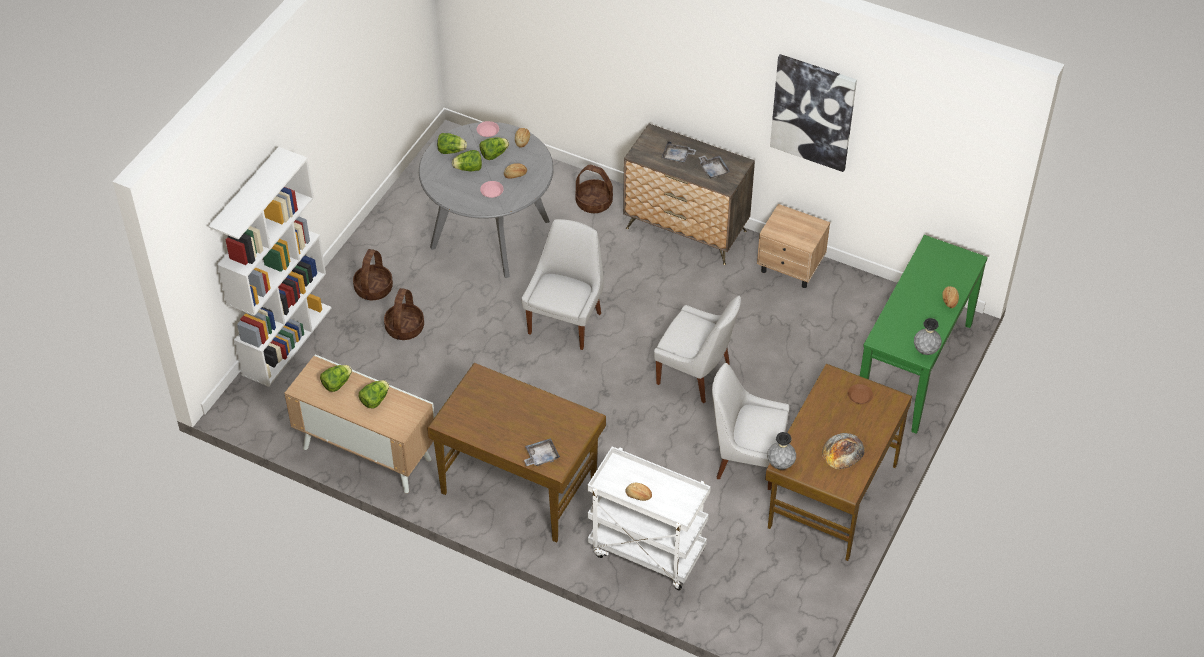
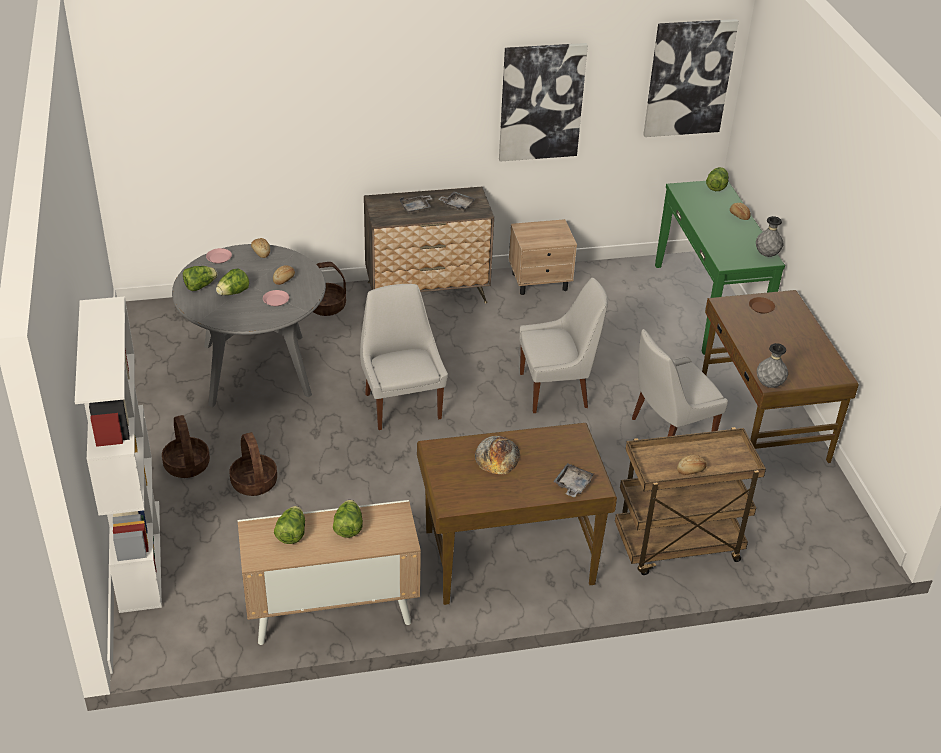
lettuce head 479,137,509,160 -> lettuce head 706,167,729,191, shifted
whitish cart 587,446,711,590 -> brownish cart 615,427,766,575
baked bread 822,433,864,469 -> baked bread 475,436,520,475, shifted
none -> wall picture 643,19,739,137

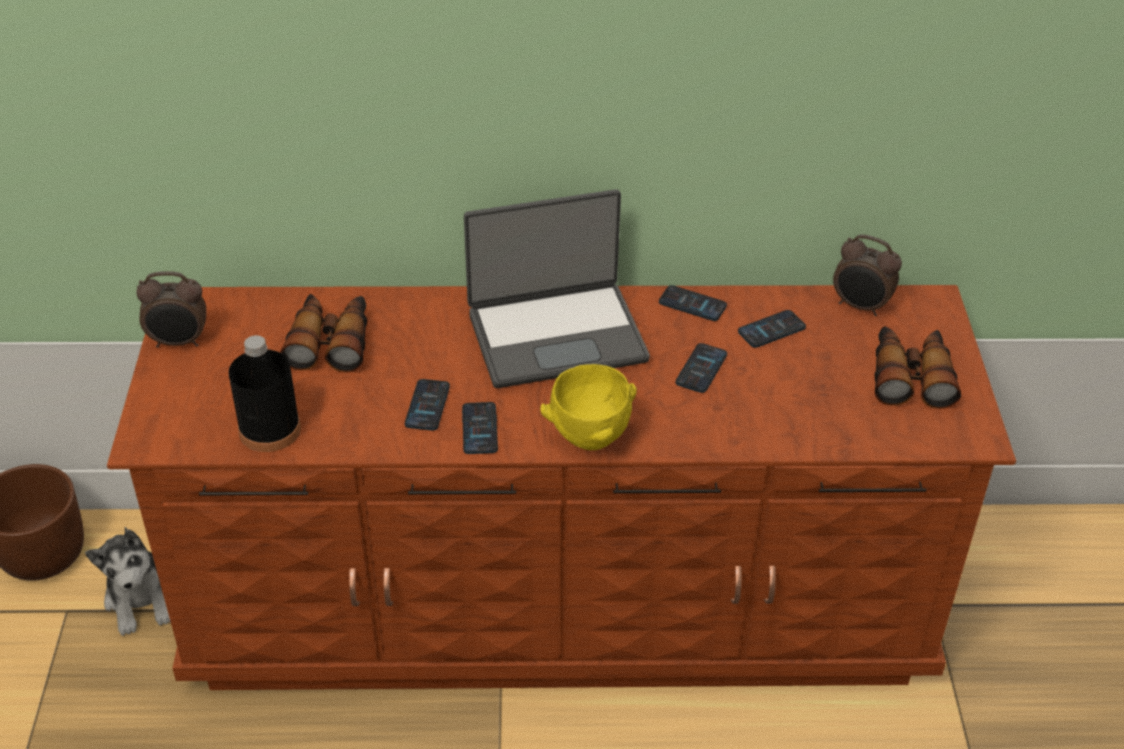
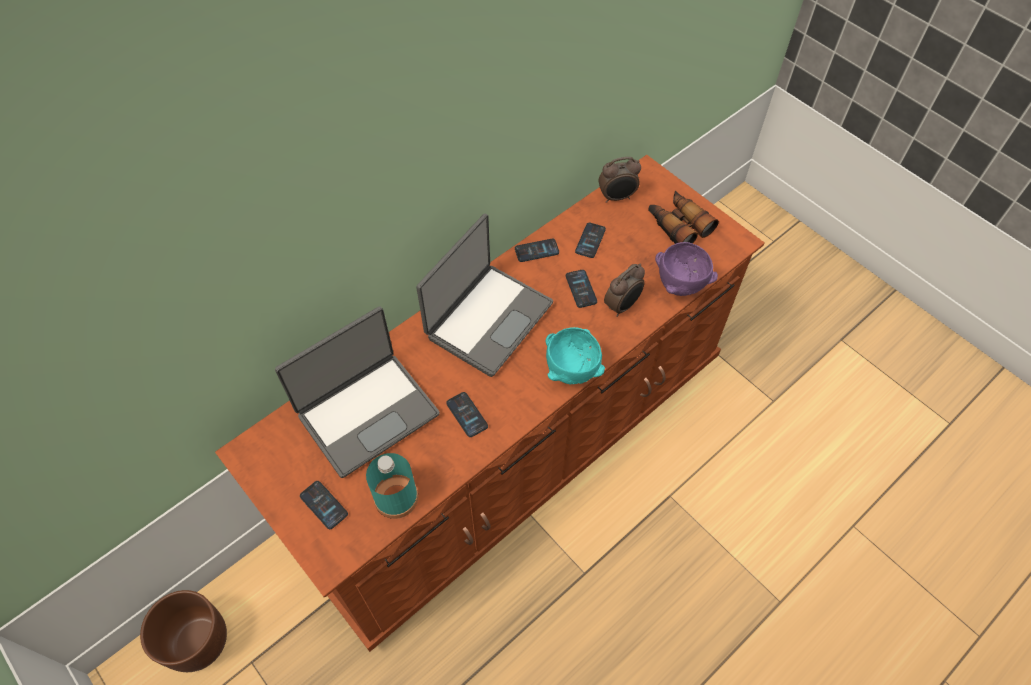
soft toy 85,527,171,636 -> none
alarm clock 136,271,206,348 -> alarm clock 604,264,645,317, shifted
black-coloured drink bottle 228,335,301,452 -> blue-green drink bottle 366,453,418,519
binoculars 280,294,367,372 -> portable computer 275,306,440,478
handset 462,402,498,454 -> handset 300,481,348,529, shifted
yellowish deep dish 540,364,637,450 -> blue-green deep dish 546,327,605,384
none -> purple-coloured deep dish 655,242,718,296

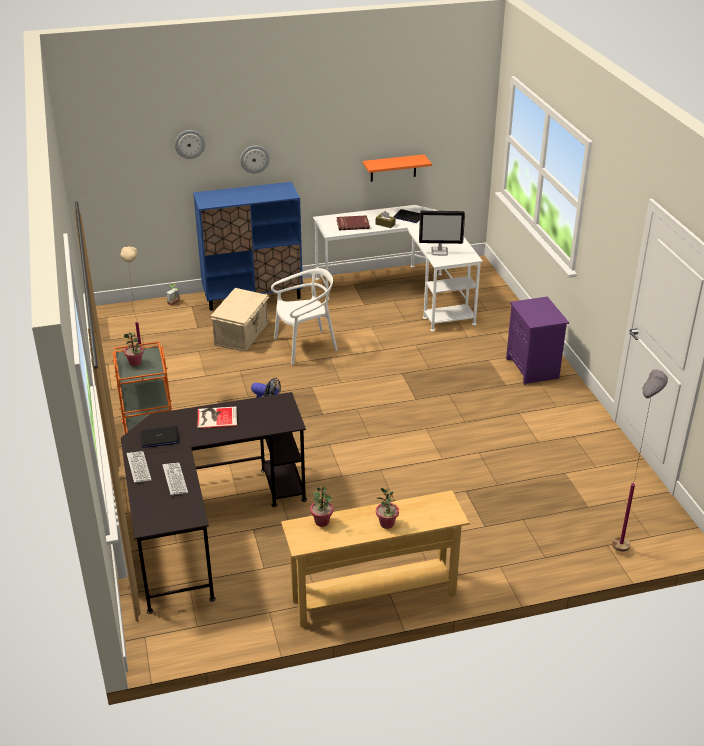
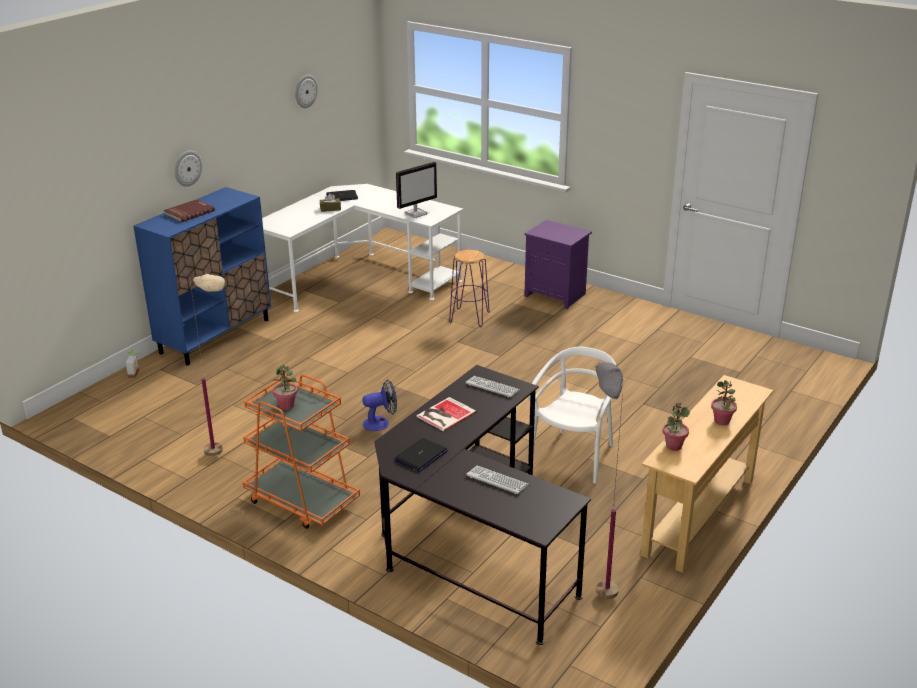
PC keyboard 127,451,151,483 -> PC keyboard 466,376,520,397, shifted
clock on the wall 175,130,205,159 -> clock on the wall 295,75,318,108, shifted
sand-coloured storage container 210,288,269,352 -> none
whitish upright chair 271,268,338,365 -> whitish upright chair 528,347,616,484, shifted
red volume 336,215,370,230 -> red volume 164,199,215,222, shifted
orange-coloured bracket shelf 363,154,432,182 -> none
gray floor lamp 612,369,668,552 -> gray floor lamp 596,362,623,599, shifted
none -> purple-coloured stool 449,249,490,327

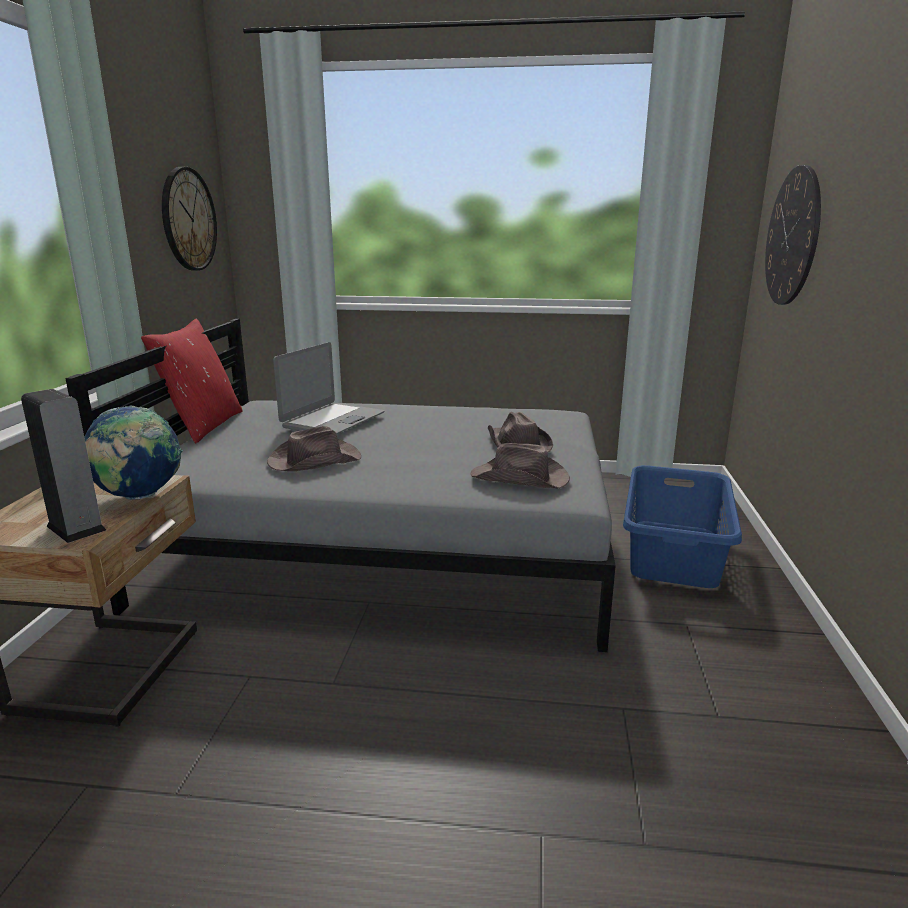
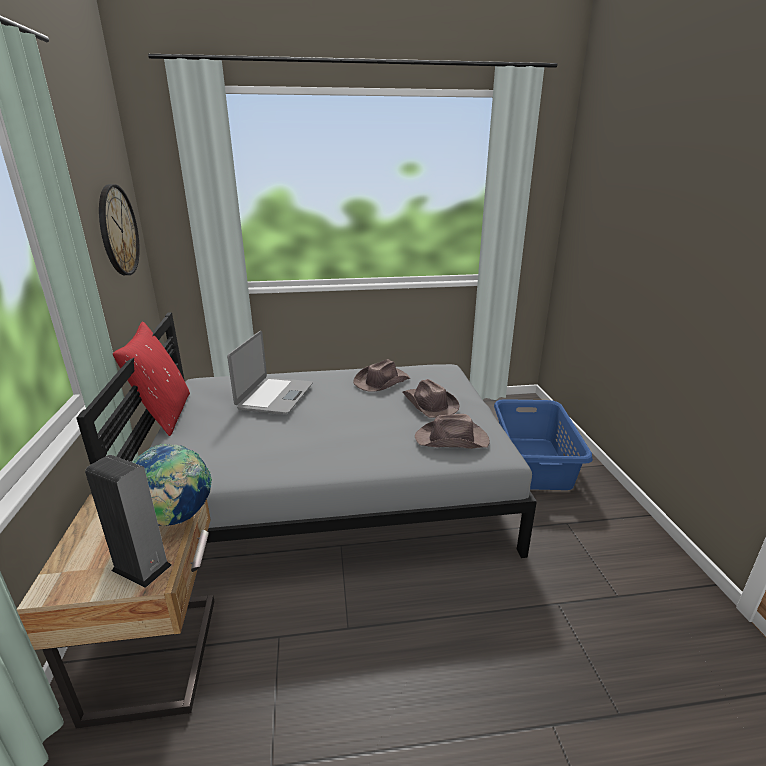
brownish wearable hat 267,426,361,471 -> brownish wearable hat 353,359,410,392, shifted
clock on the wall 765,165,821,305 -> none

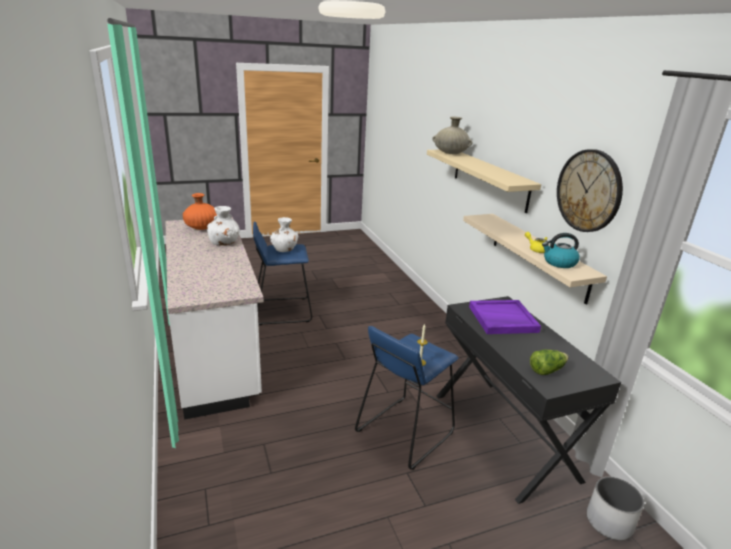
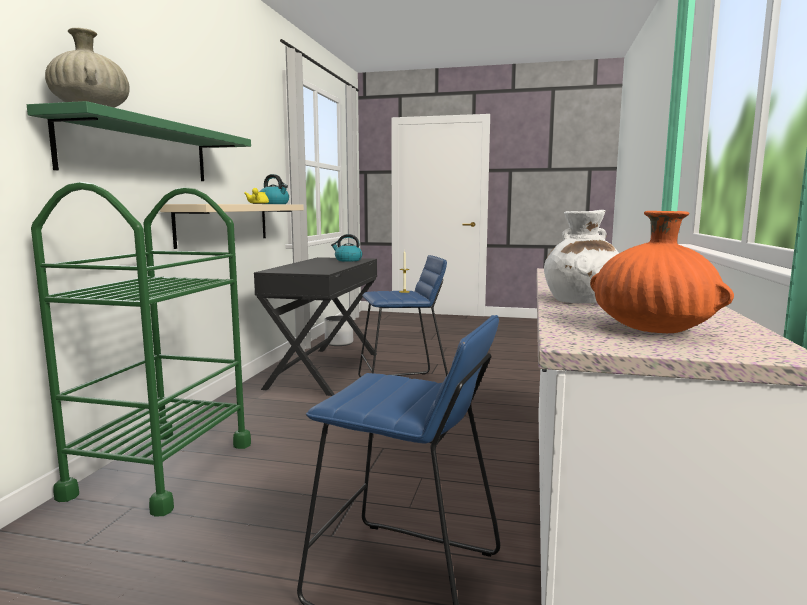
whitish vase 270,217,298,252 -> none
sand-coloured bracket shelf 427,150,541,213 -> green bracket shelf 27,101,251,181
purple-coloured tray 469,300,541,334 -> none
lettuce head 530,350,569,375 -> tea kettle 331,234,362,262
clock on the wall 557,149,623,232 -> none
none -> green cart 31,182,251,517

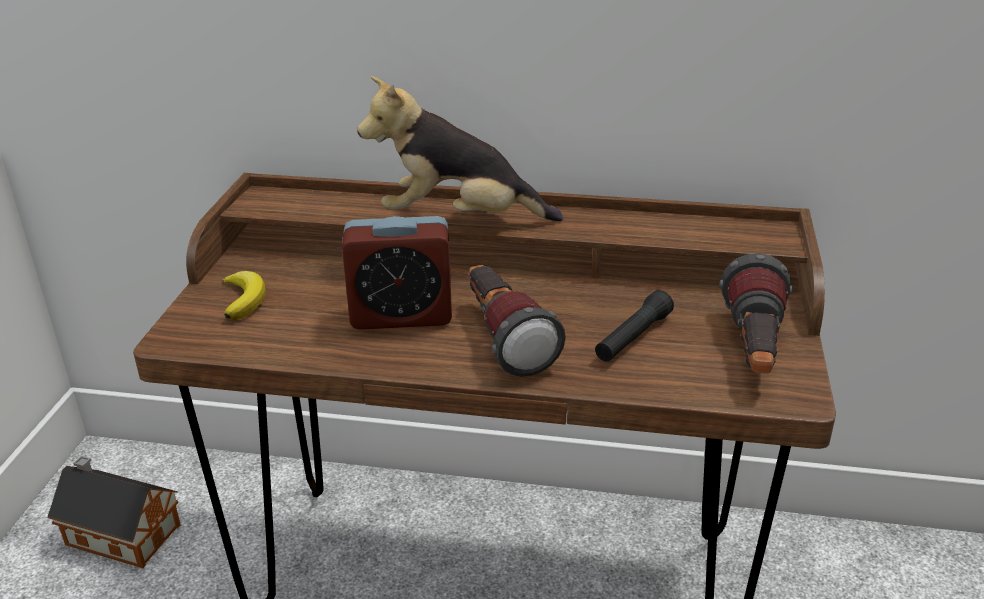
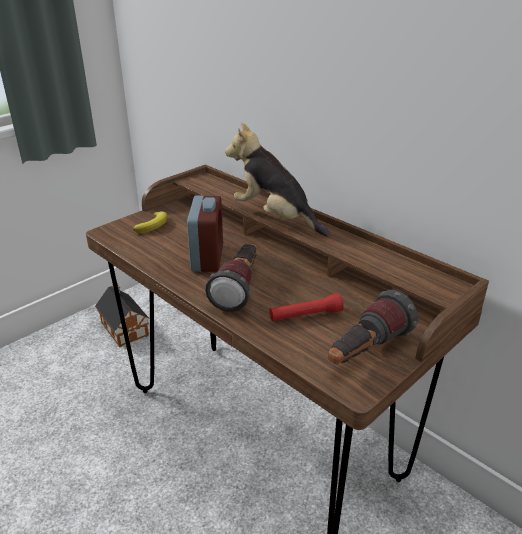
alarm clock 342,216,452,330 -> alarm clock 187,196,223,272, 120 degrees counterclockwise
black-coloured torch 595,290,674,362 -> red torch 269,294,344,321

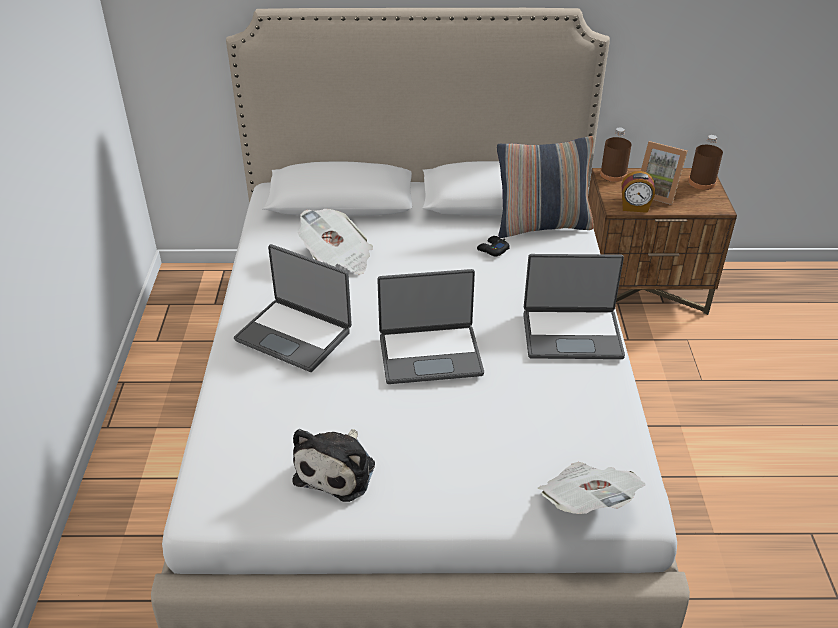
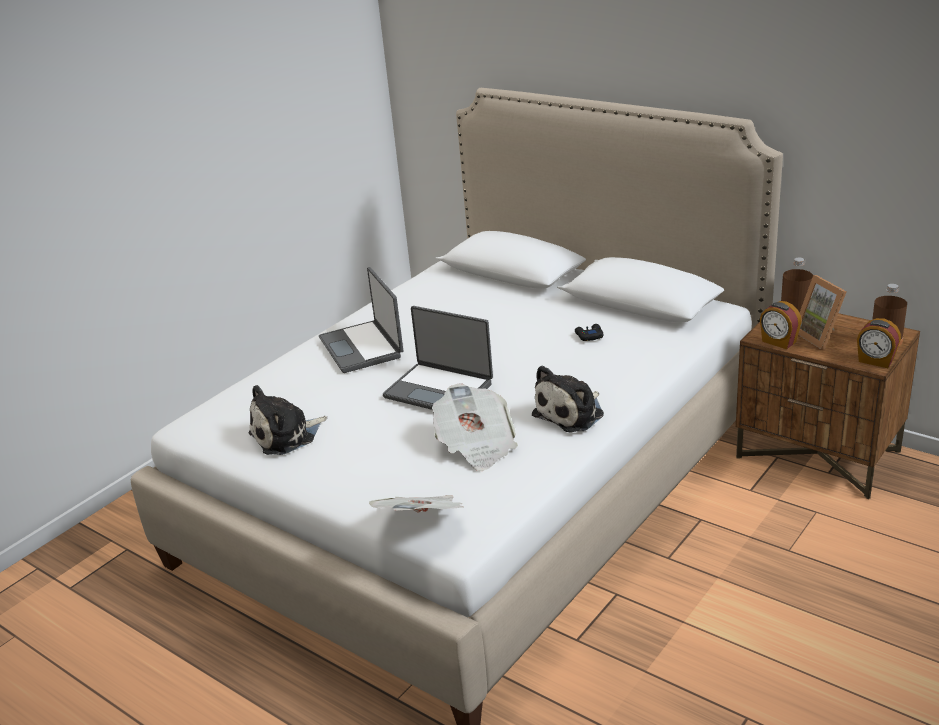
daily paper 298,209,373,275 -> daily paper 432,383,518,471, shifted
cushion 497,136,594,238 -> none
portable computer 523,254,625,359 -> soft toy 532,365,604,433
none -> alarm clock 857,318,901,368

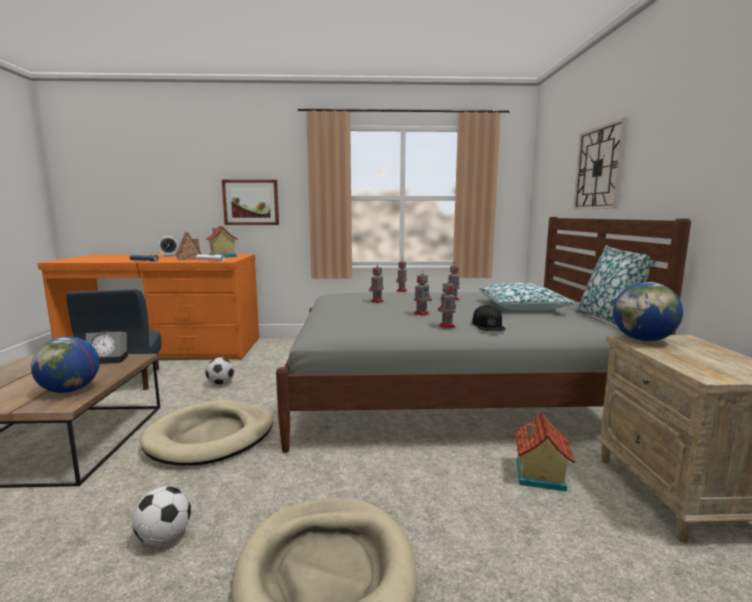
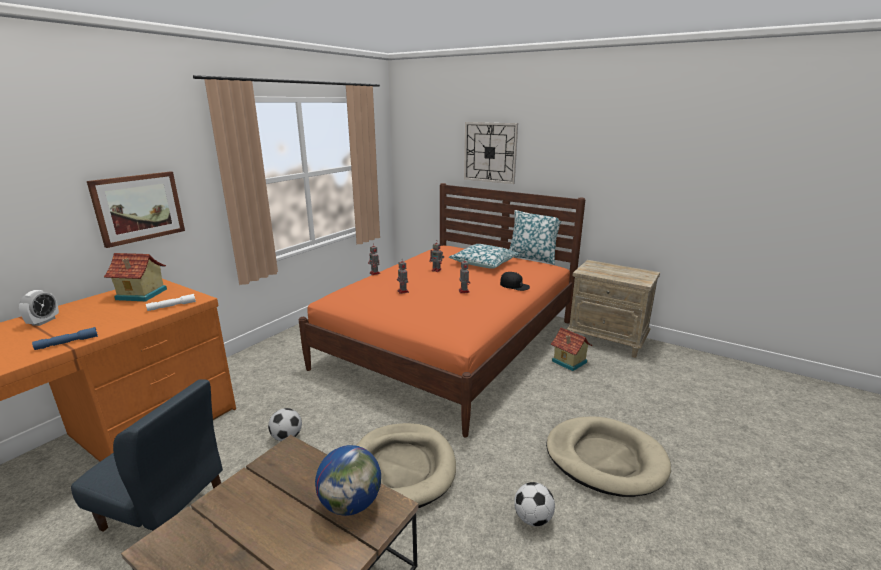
alarm clock 86,330,128,364 -> none
toy house 175,232,201,260 -> none
gray bed 276,217,691,453 -> orange-coloured bed 299,183,585,437
robot figure 438,277,456,328 -> none
world globe 613,282,683,342 -> none

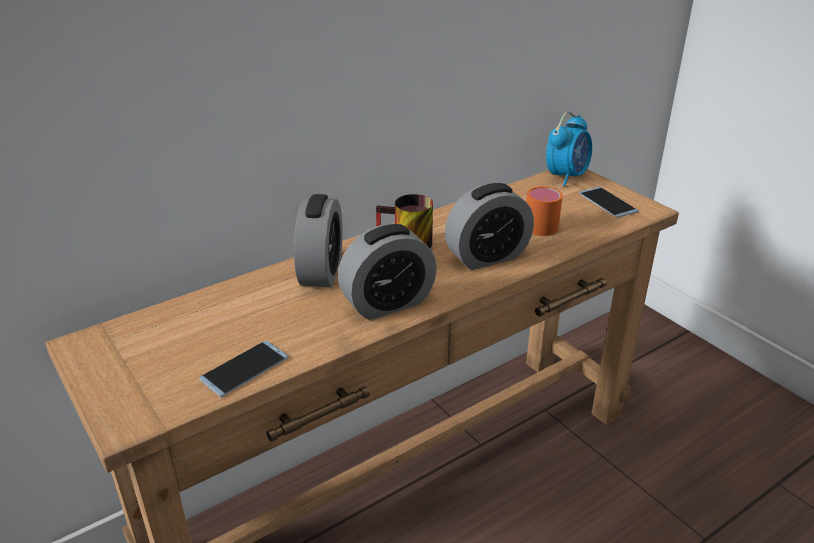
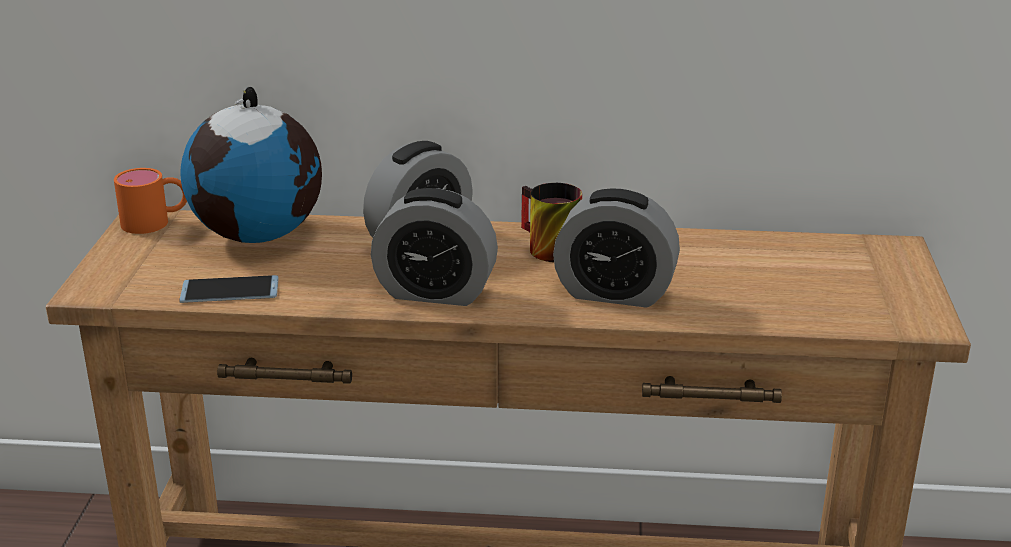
orange-coloured mug 526,186,563,236 -> orange-coloured mug 114,168,187,234, shifted
alarm clock 546,112,592,186 -> none
handset 579,187,639,218 -> none
none -> world globe 180,87,322,243

